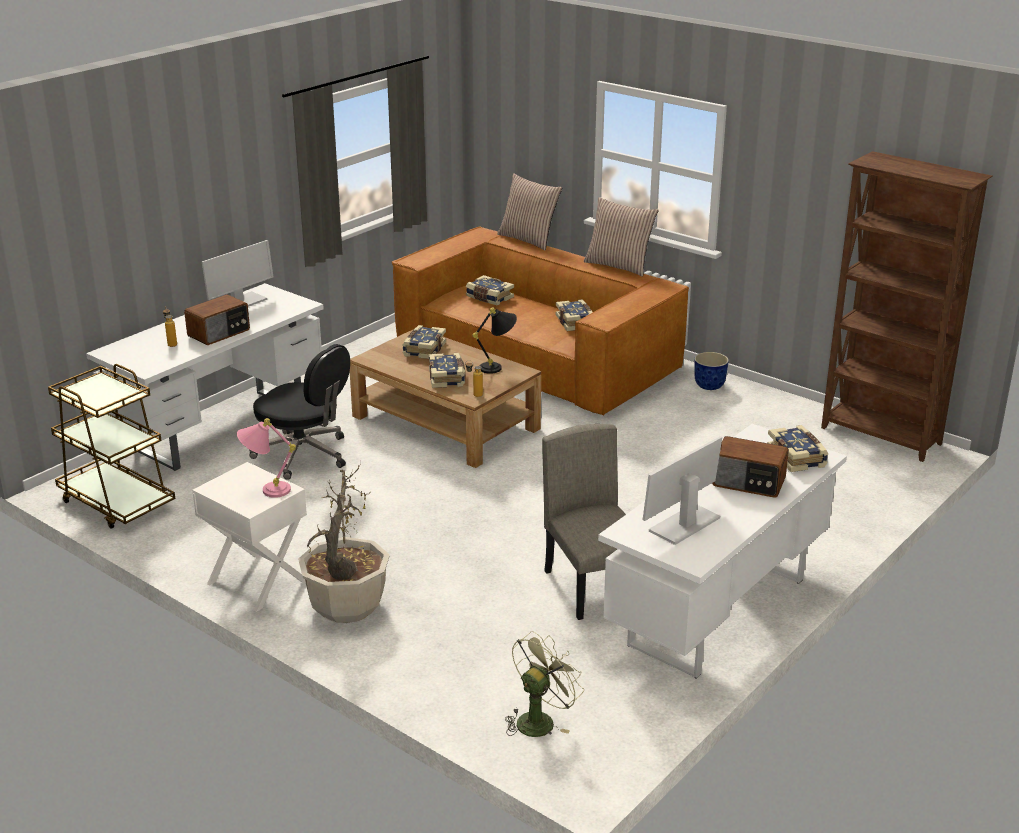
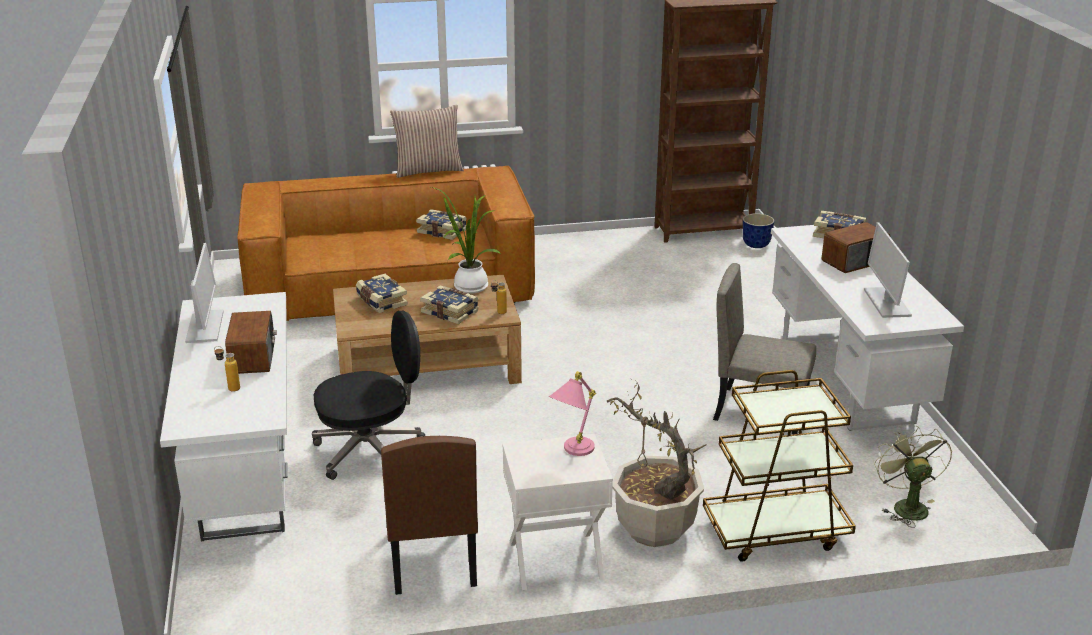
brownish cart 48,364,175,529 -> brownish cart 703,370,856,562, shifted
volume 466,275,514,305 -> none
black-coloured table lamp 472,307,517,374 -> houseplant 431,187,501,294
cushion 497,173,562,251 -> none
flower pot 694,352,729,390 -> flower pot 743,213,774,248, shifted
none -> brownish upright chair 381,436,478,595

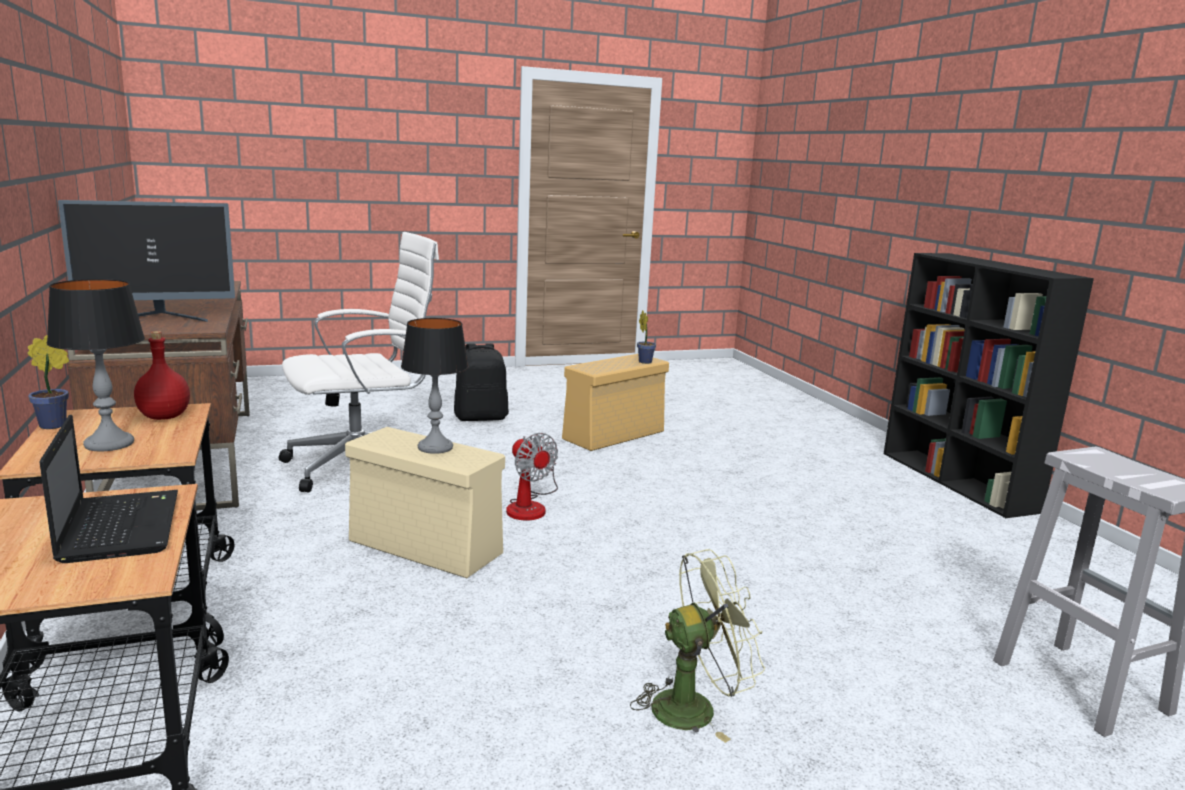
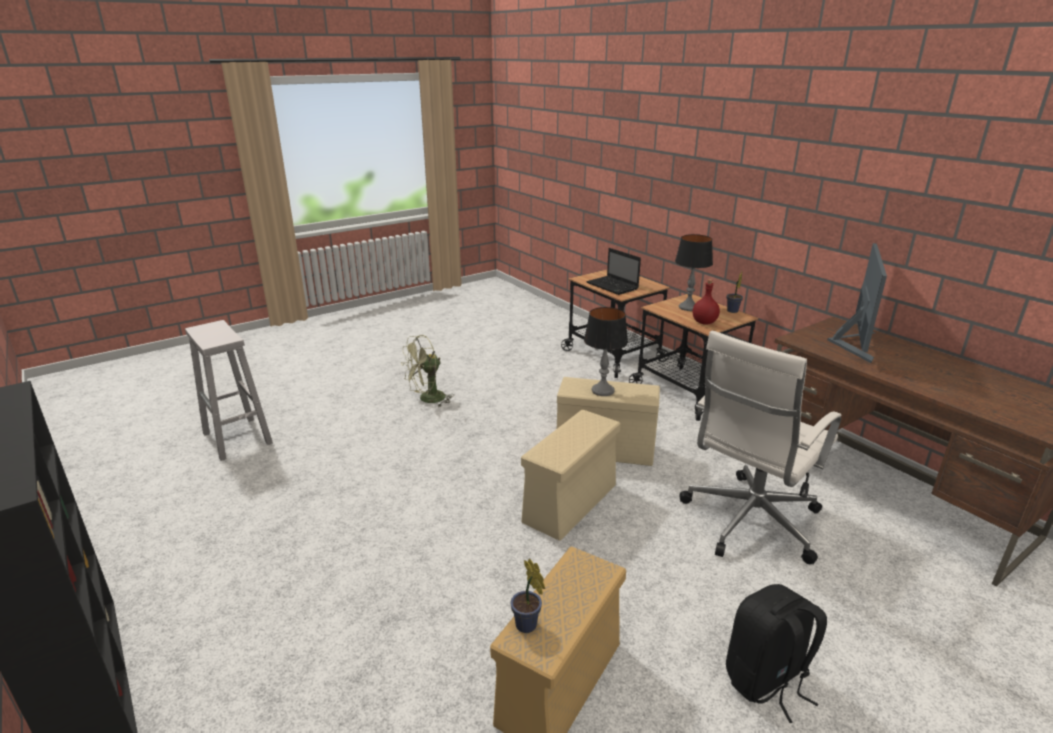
monitor 58,200,235,322 -> monitor 827,243,887,363, 150 degrees clockwise
fan 506,433,558,520 -> sand-coloured storage container 521,409,620,541

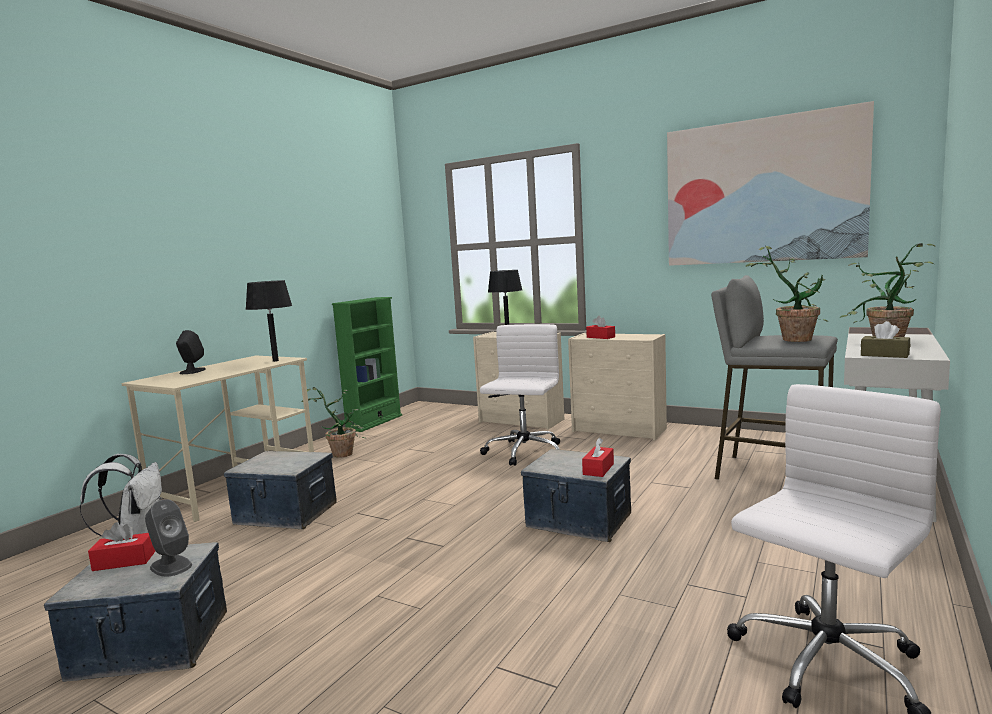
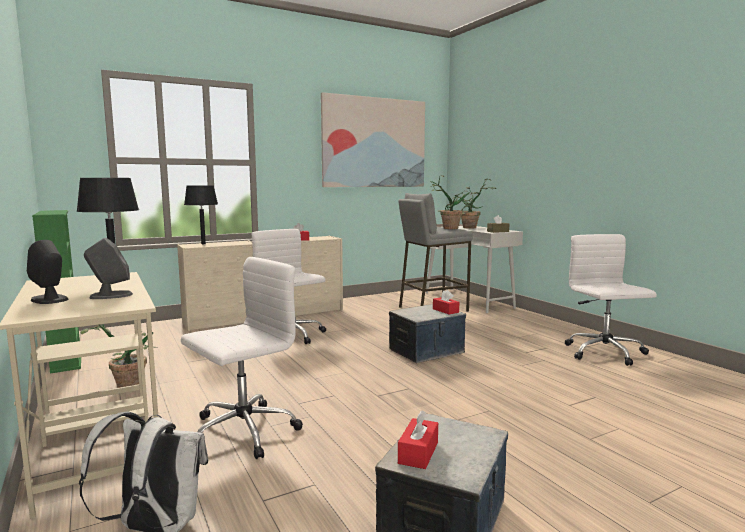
gray loudspeaker 145,499,192,577 -> gray loudspeaker 84,238,133,299, shifted
storage container 224,451,337,529 -> whitish desk chair 181,257,303,459

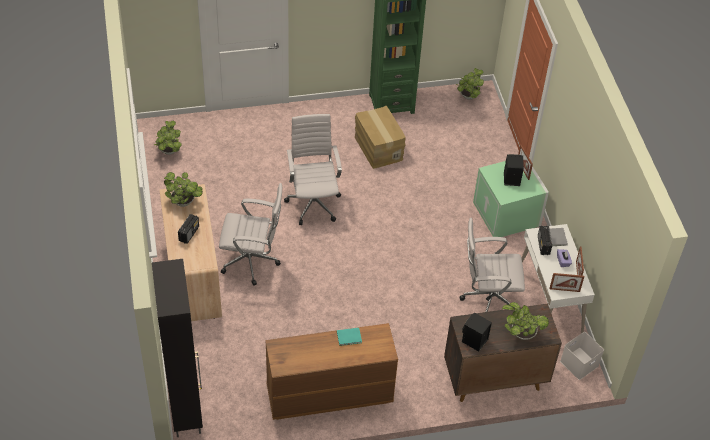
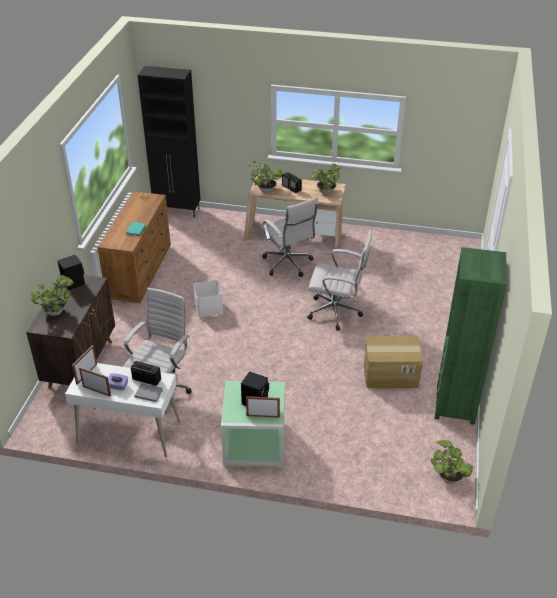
houseplant 154,121,182,155 -> houseplant 249,161,282,193, shifted
whitish desk chair 219,183,283,285 -> whitish desk chair 261,197,318,277, 60 degrees counterclockwise
whitish storage container 560,332,604,380 -> whitish storage container 193,280,223,318, shifted

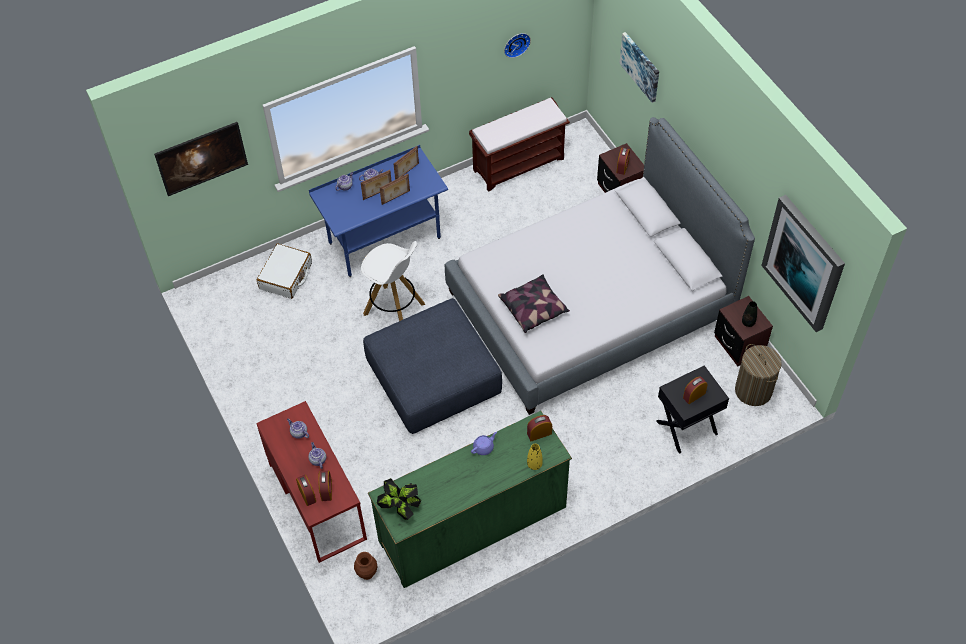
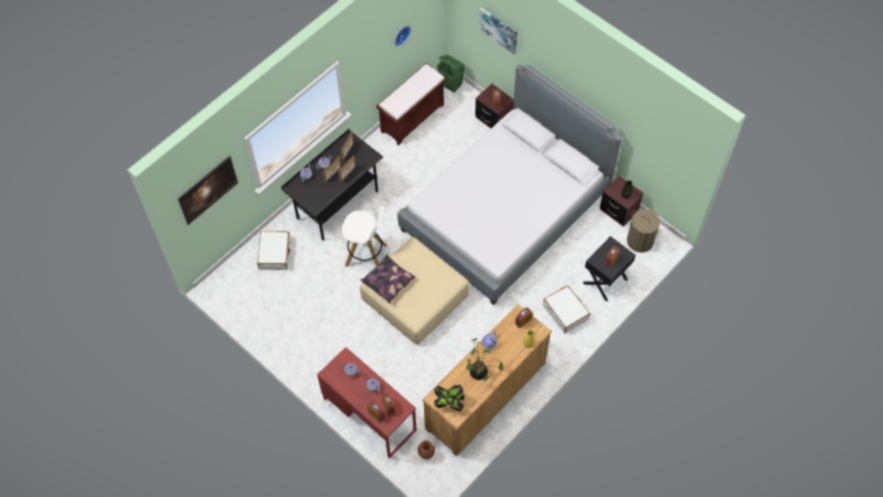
blue desk 309,145,448,277 -> black-coloured desk 281,129,383,241
blue ottoman 363,298,502,434 -> sand-coloured ottoman 360,237,469,345
green dresser 368,411,572,588 -> brownish dresser 422,304,552,457
cushion 498,274,570,333 -> cushion 360,255,416,303, shifted
wall picture 761,195,845,332 -> none
none -> green washing basket 437,55,465,93
none -> houseplant 466,338,503,381
none -> whitish suitcase 543,285,590,333

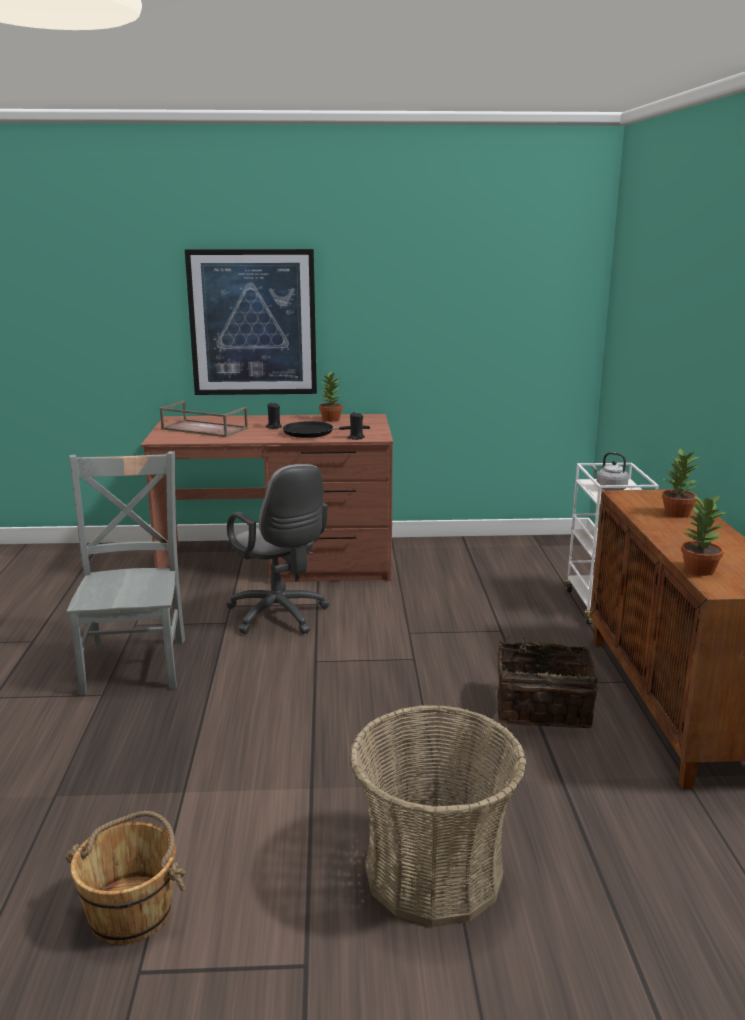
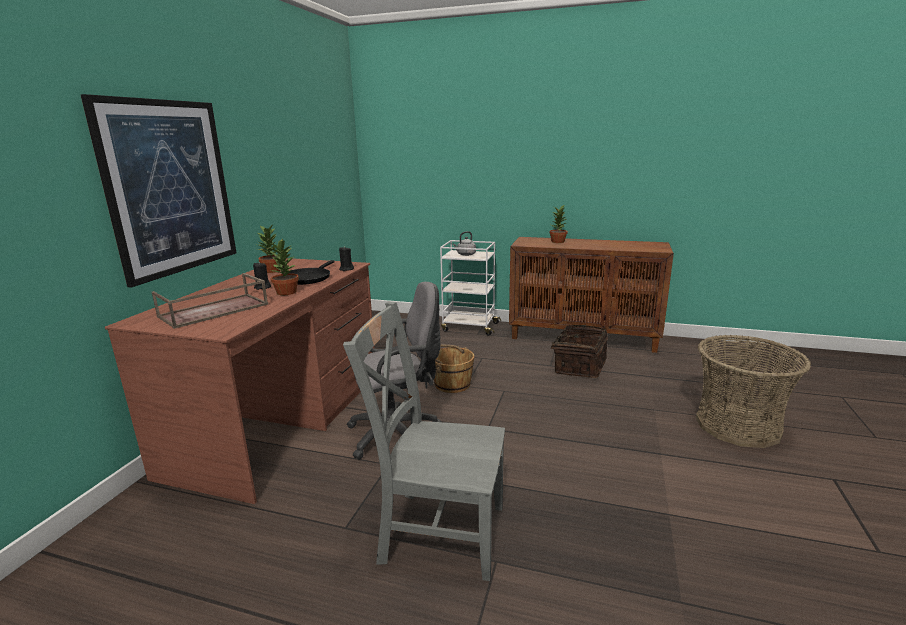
brownish water bucket 65,811,186,945 -> brownish water bucket 434,344,474,393, shifted
houseplant 681,495,727,576 -> houseplant 269,240,299,295, shifted

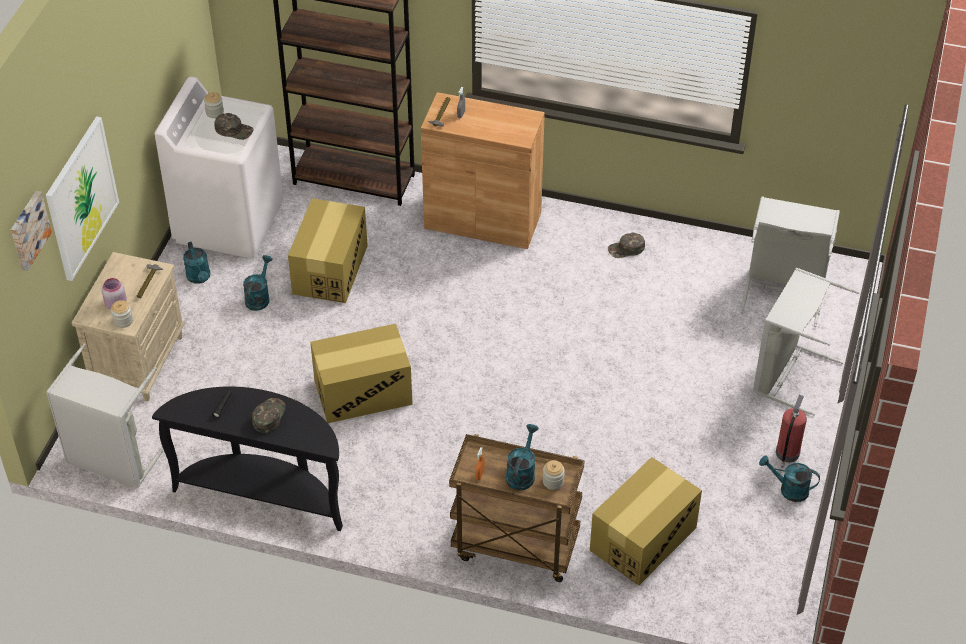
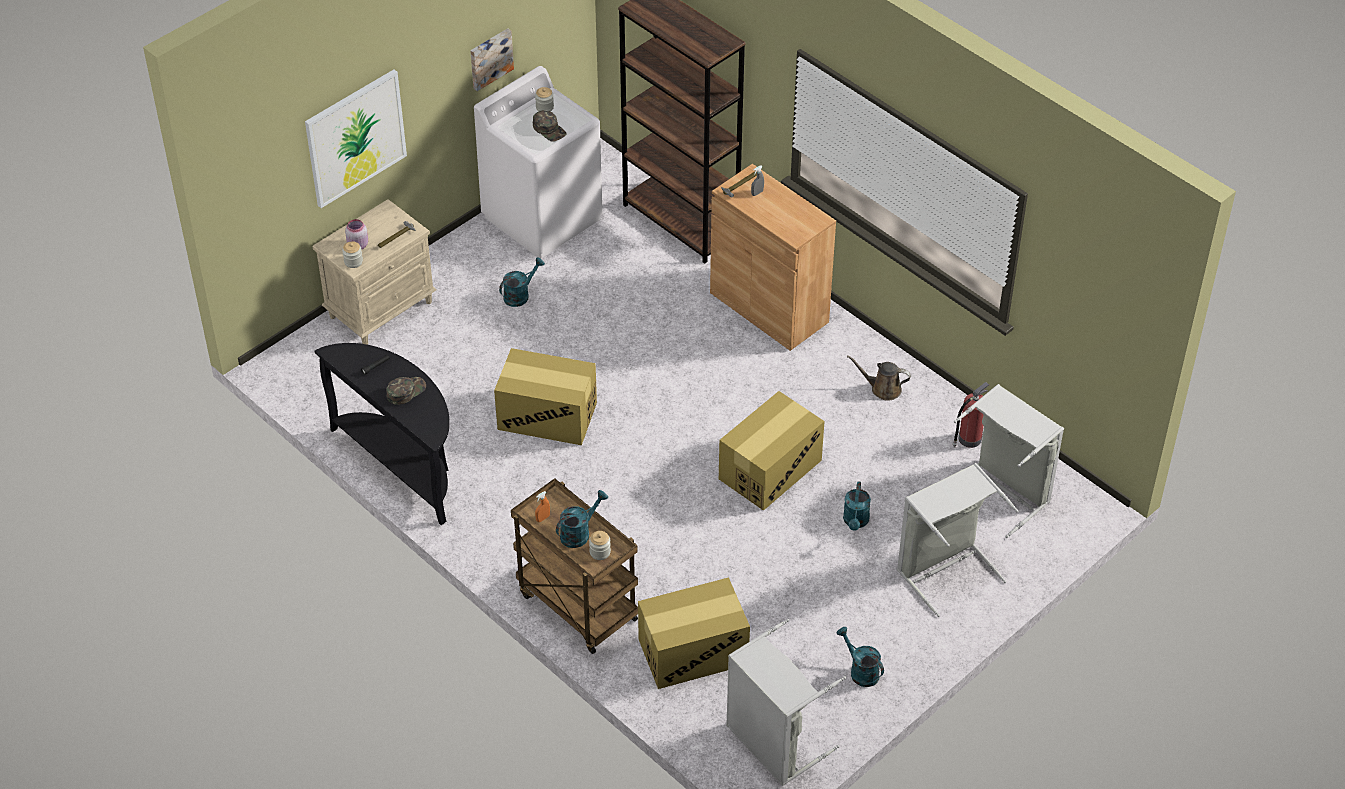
wall picture 11,191,52,271 -> wall picture 470,28,514,91, shifted
gray washing basket 46,343,164,488 -> gray washing basket 726,619,846,786, shifted
blue-green watering pot 183,242,210,284 -> blue-green watering pot 843,481,871,531, shifted
cardboard box 288,198,368,303 -> cardboard box 719,391,825,511, shifted
green baseball cap 608,232,645,258 -> brownish watering pot 847,355,911,401
fire extinguisher 776,395,807,468 -> fire extinguisher 952,382,989,448, shifted

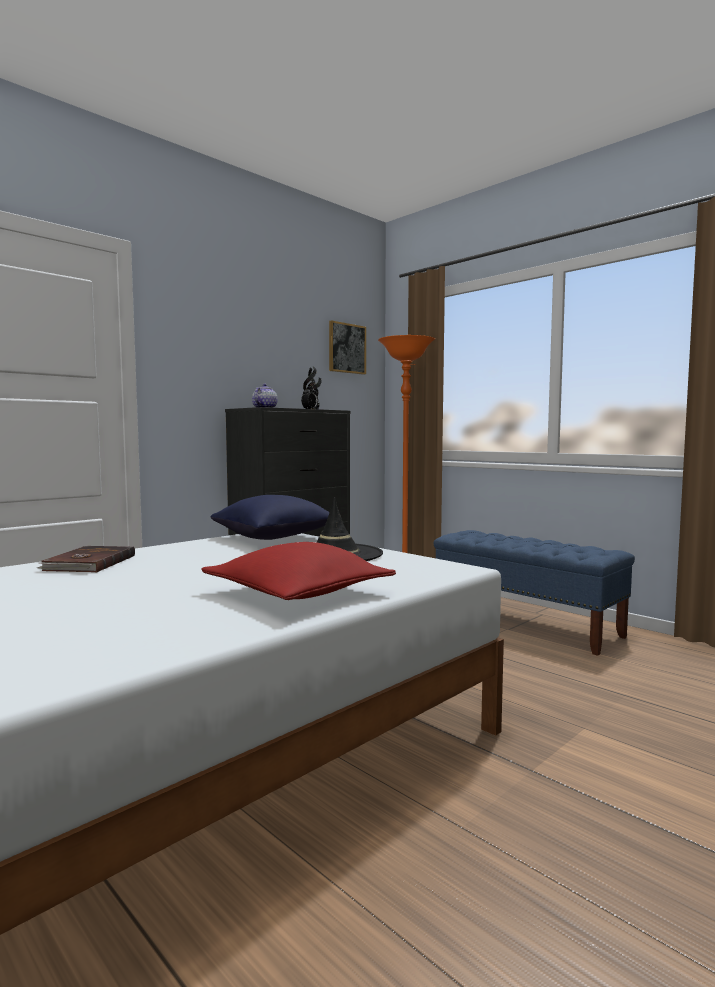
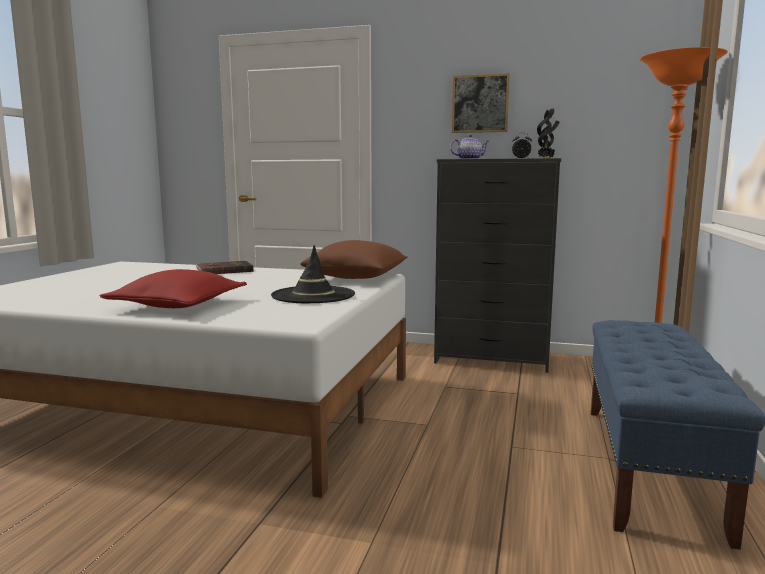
blue cushion 211,495,330,540 -> brownish cushion 301,240,408,279
wall picture 329,320,366,375 -> wall picture 452,73,510,133, shifted

